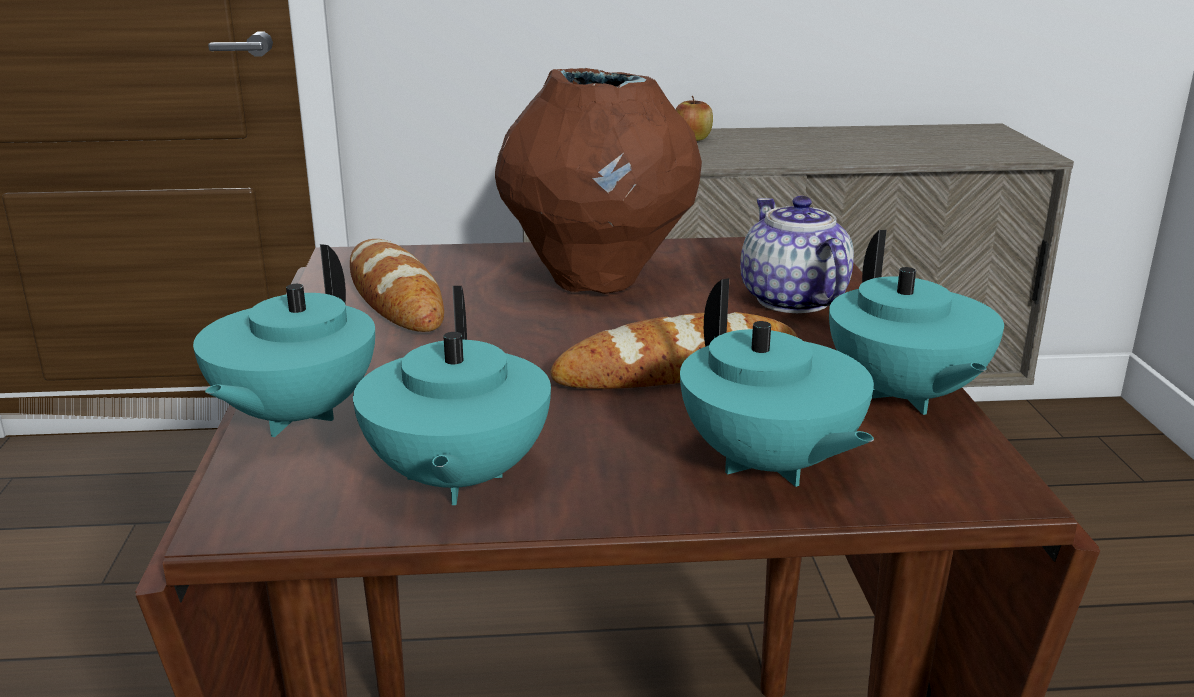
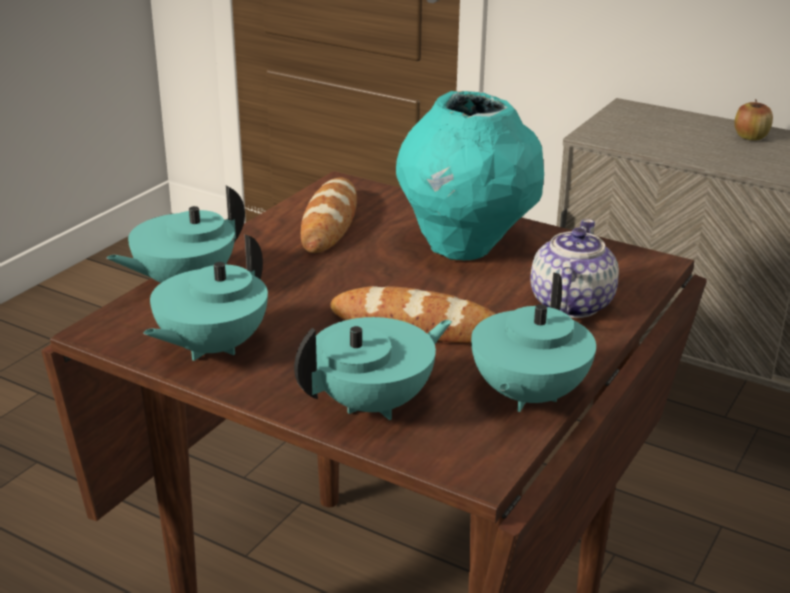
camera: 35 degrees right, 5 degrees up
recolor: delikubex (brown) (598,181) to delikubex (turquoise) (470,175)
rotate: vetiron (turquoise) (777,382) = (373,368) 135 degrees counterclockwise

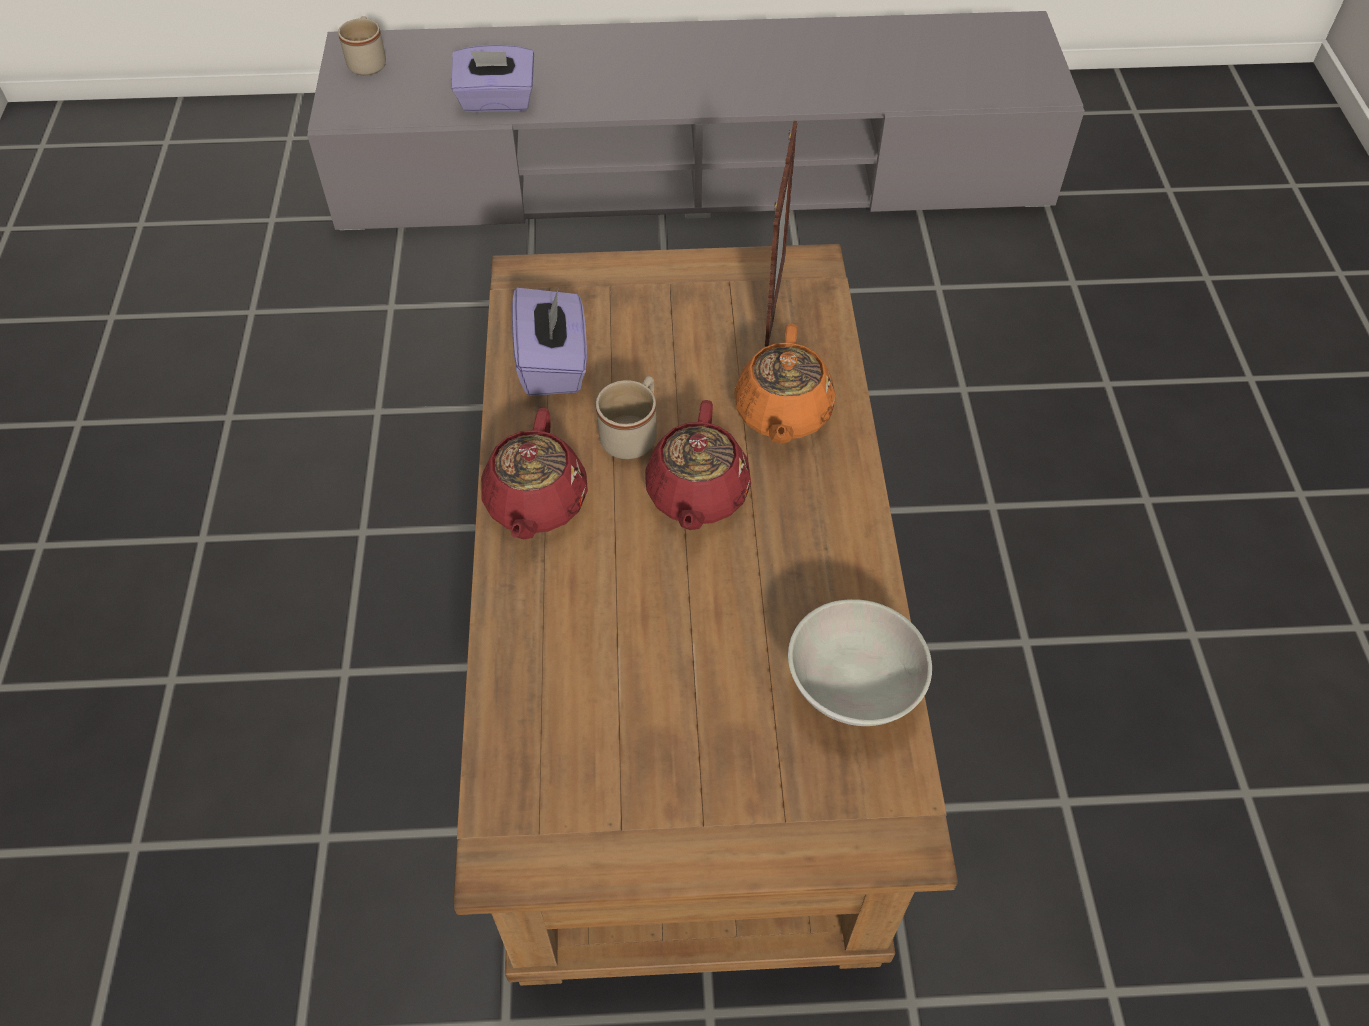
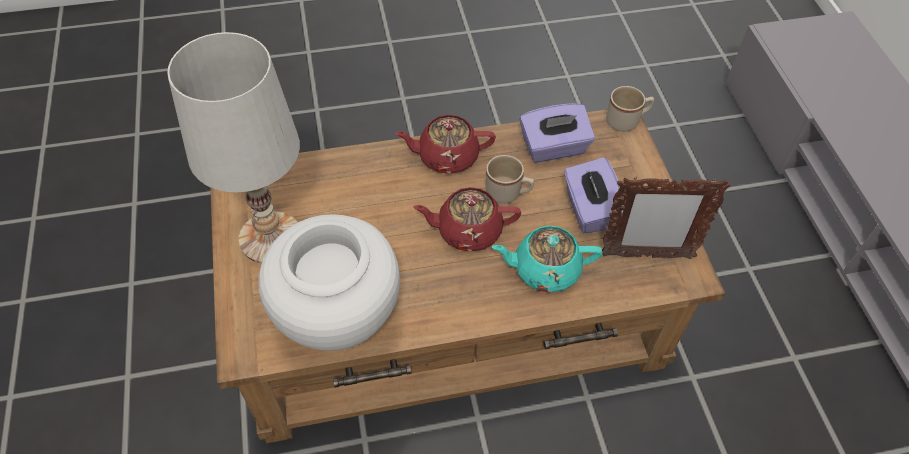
camera: 80 degrees right, 0 degrees up
insert: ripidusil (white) (233,147)
move: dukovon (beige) (362,46) to (630,109); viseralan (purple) (492,78) to (594,195)
replace: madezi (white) (860,662) to delikubex (white) (329,282)
recolor: vetiron (orange) (785,384) to vetiron (turquoise) (547,259)

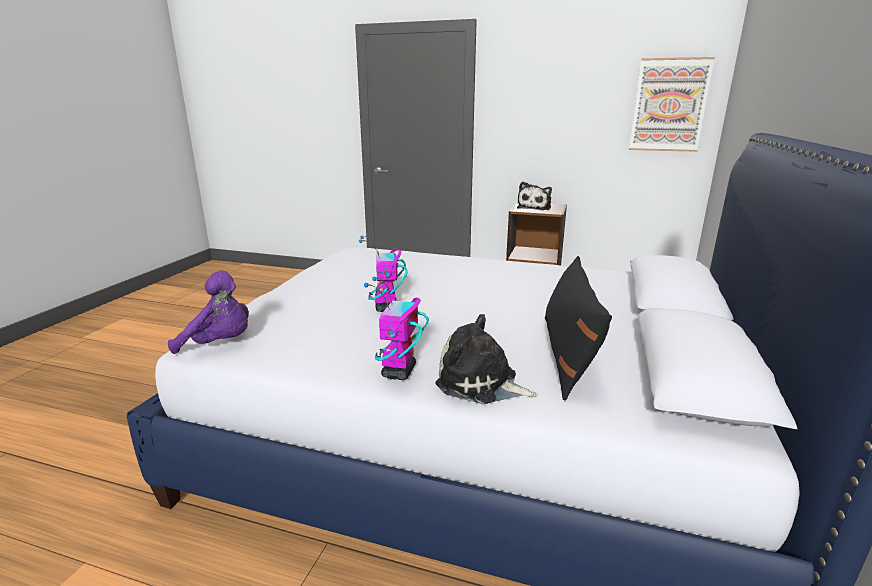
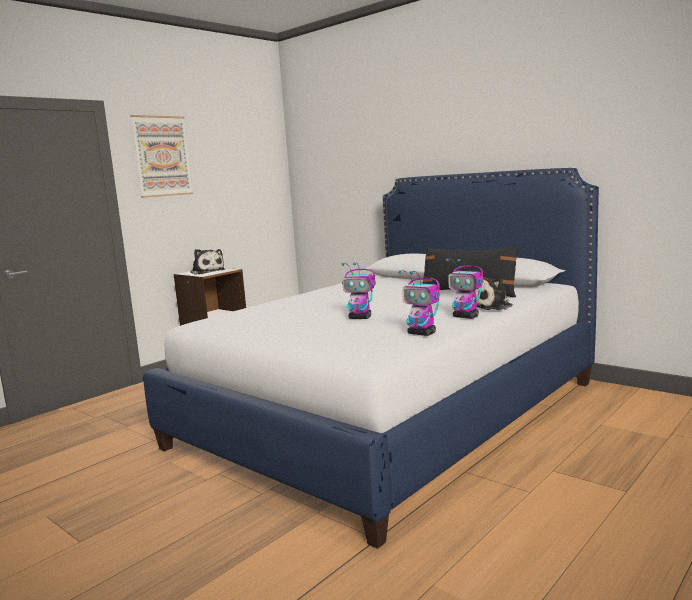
camera: 65 degrees left, 10 degrees down
delete: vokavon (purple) (208,312)
insert: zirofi (419,303)
move: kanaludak (672,104) to (161,156)

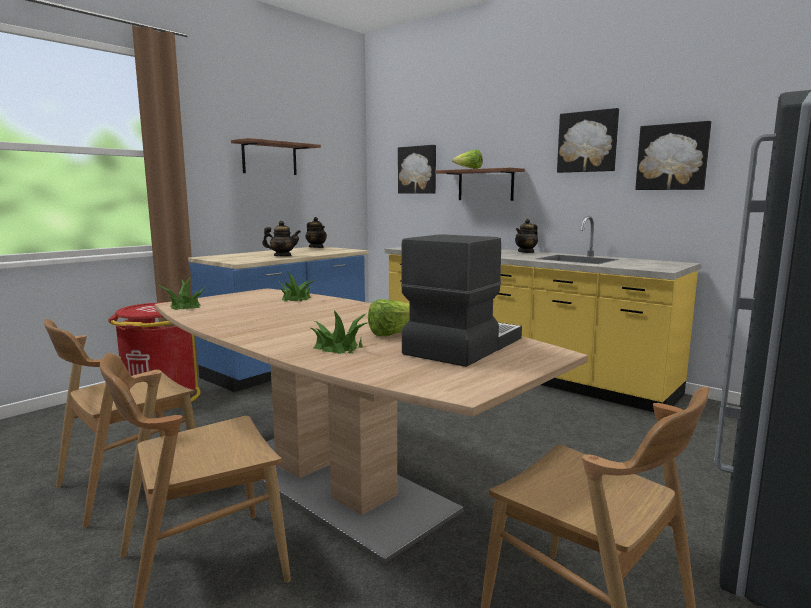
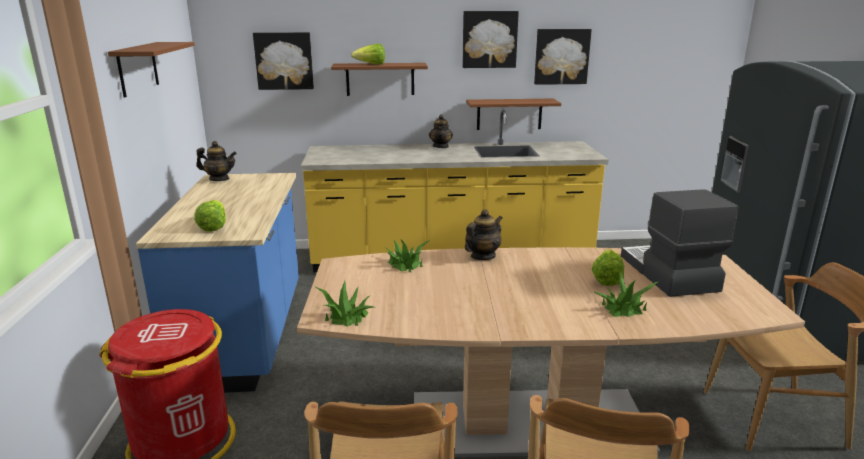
camera: 45 degrees left, 10 degrees up
insert: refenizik (210,216); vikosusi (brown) (513,114)
move: vetiron (281,238) to (483,234)

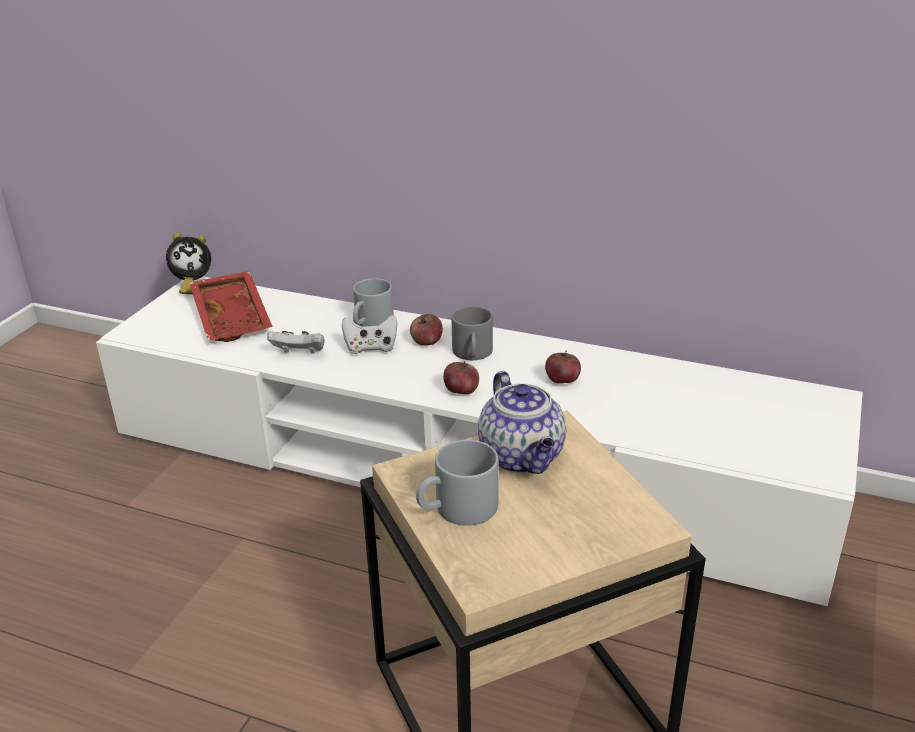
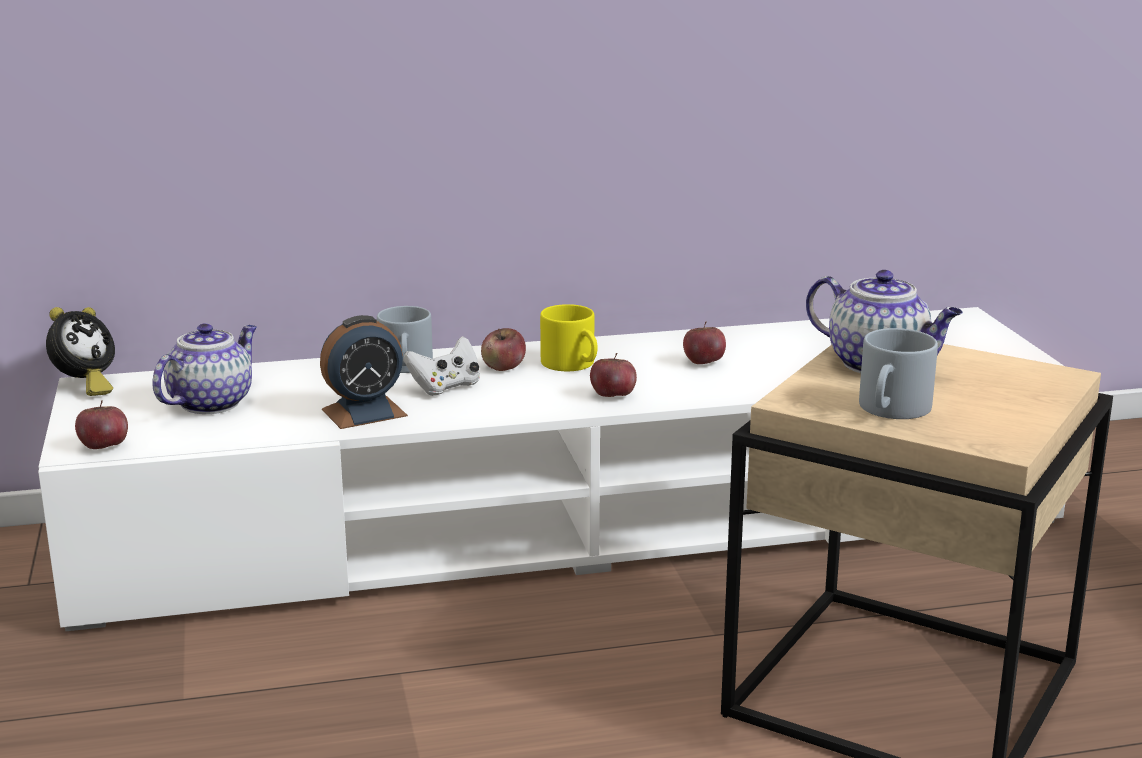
camera: 35 degrees left, 10 degrees down
insert: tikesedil (101,424)
replace: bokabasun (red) (231,306) to vetiron (204,368); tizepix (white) (296,342) to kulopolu (364,372)
recolor: dukovon (grey) (472,333) to dukovon (yellow) (568,337)

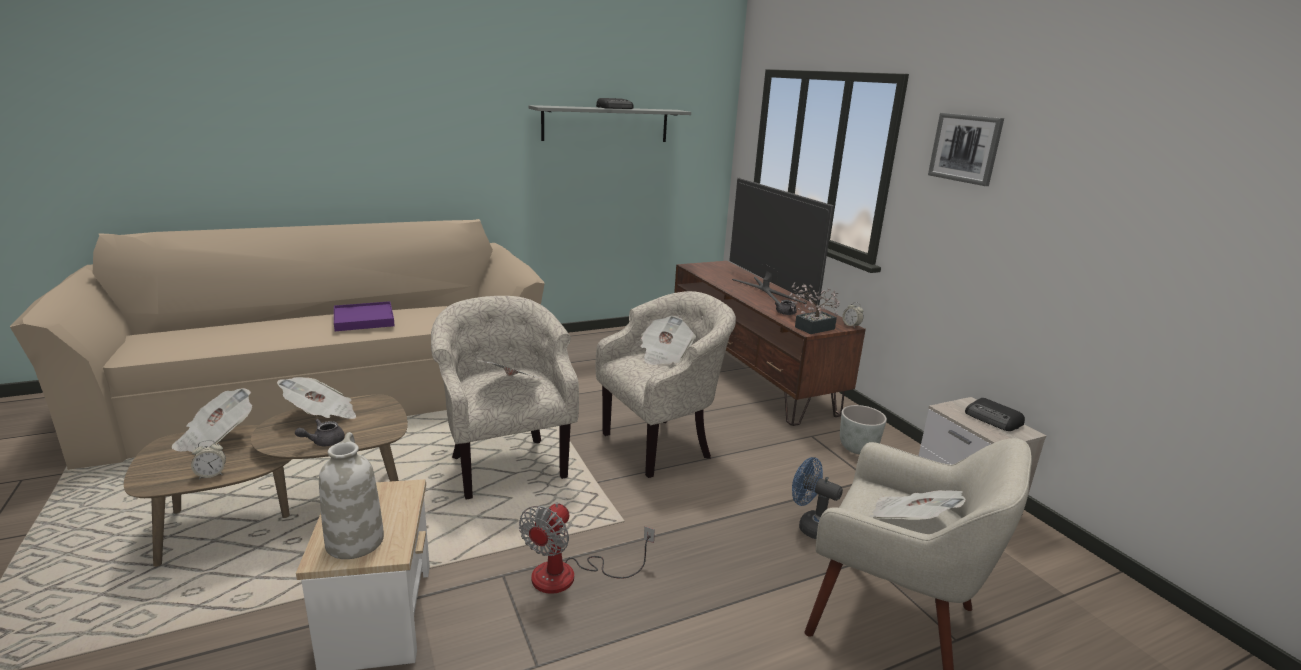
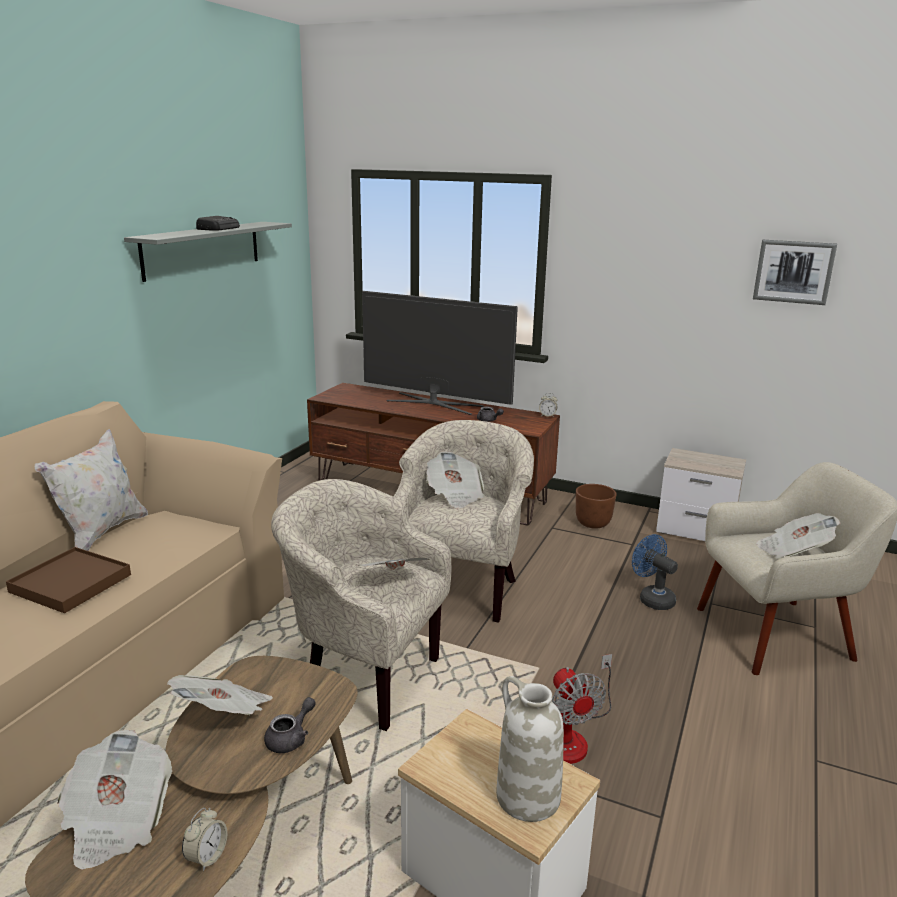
camera: 40 degrees left, 0 degrees up
delete: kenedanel (814,308); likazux (995,414)
insert: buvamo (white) (91,490)
move: kanaludak (966,149) to (795,272)
recolor: bokabasun (purple) (364,316) to bokabasun (brown) (68,580); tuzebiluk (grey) (863,429) to tuzebiluk (brown) (596,506)
rotate: vetiron (grey) (320,432) = (290,725) 150 degrees counterclockwise; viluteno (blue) (817,498) = (655,572) 60 degrees clockwise

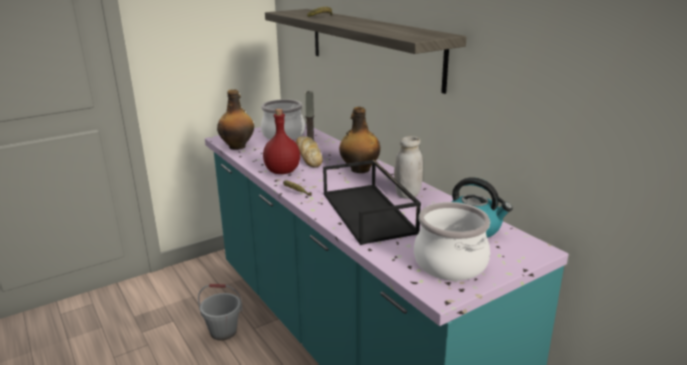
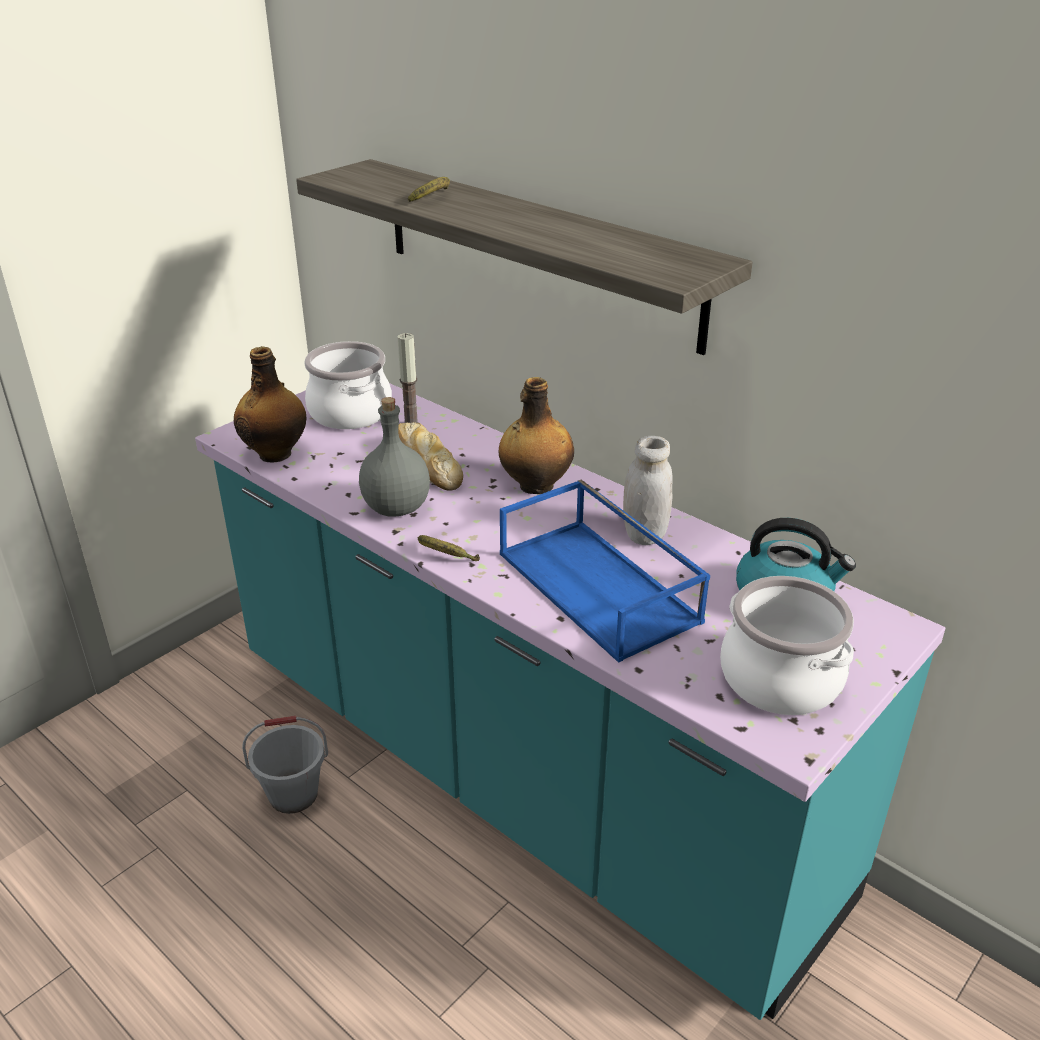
camera: 15 degrees left, 10 degrees up
recolor: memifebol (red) (281,141) to memifebol (grey) (394,457); bokabasun (black) (372,202) to bokabasun (blue) (605,571)

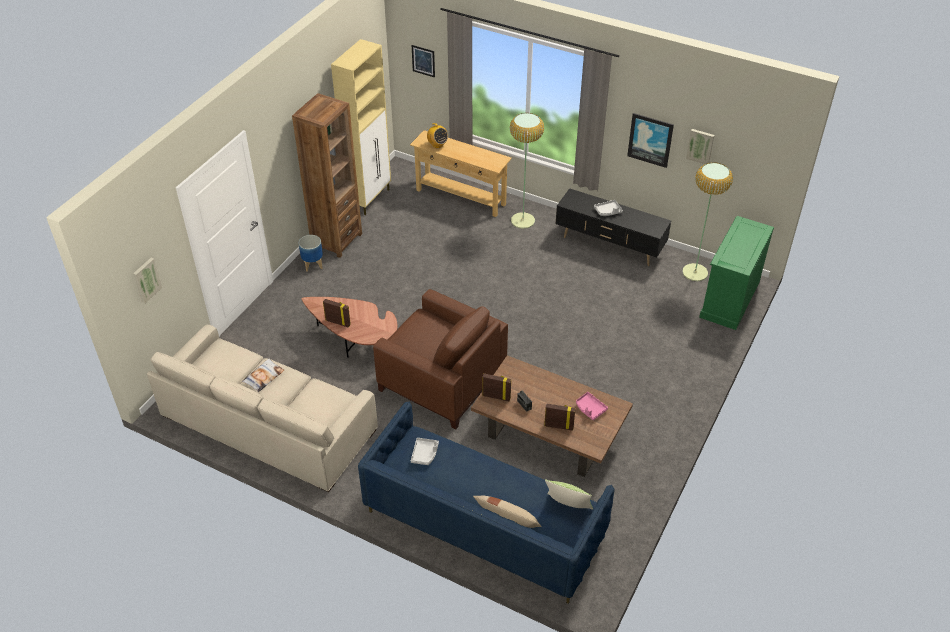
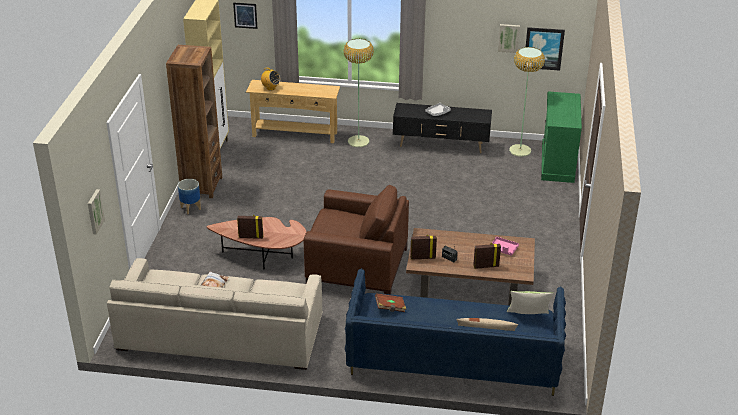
camera: 20 degrees left, 10 degrees down
move: kanaludak (650,140) to (545,49)
replace: bokabasun (grey) (425,451) to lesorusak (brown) (390,302)

